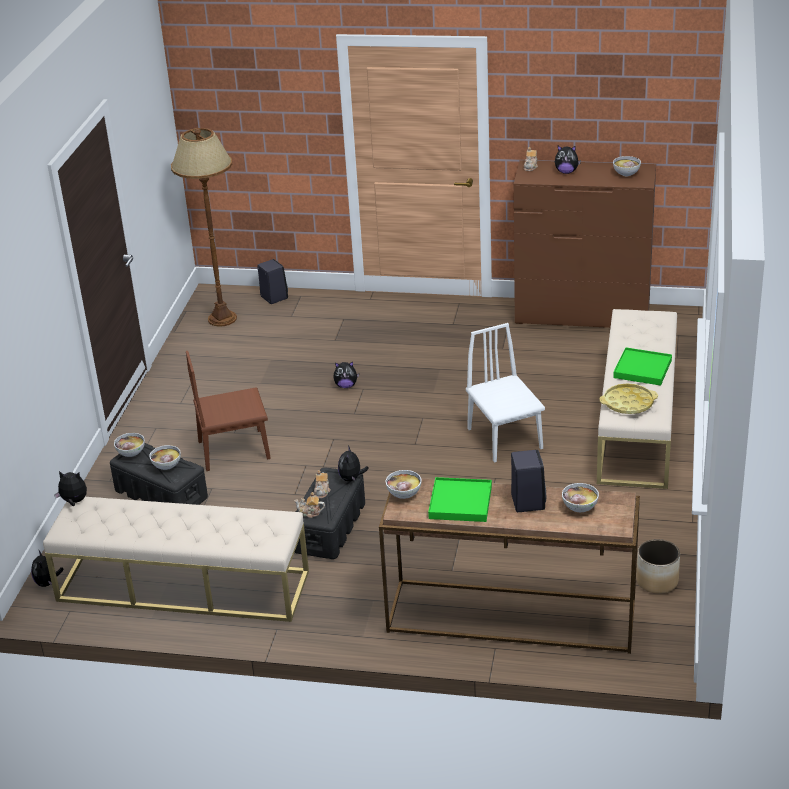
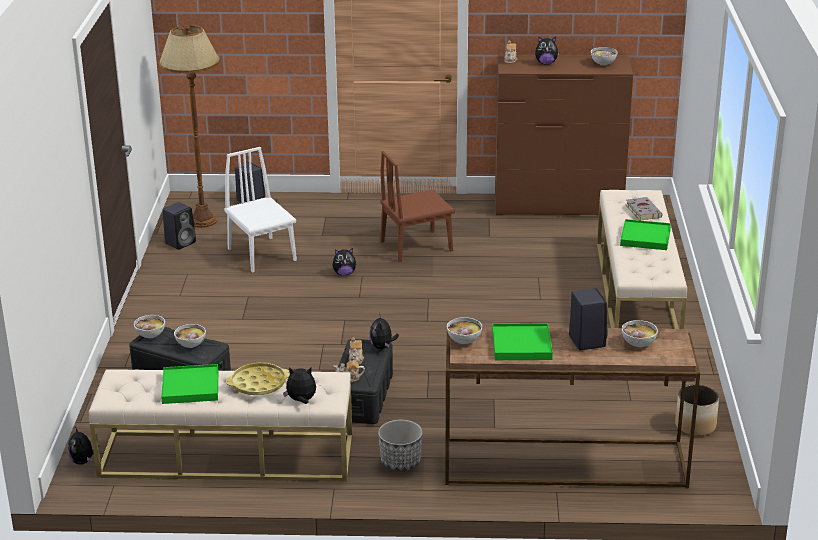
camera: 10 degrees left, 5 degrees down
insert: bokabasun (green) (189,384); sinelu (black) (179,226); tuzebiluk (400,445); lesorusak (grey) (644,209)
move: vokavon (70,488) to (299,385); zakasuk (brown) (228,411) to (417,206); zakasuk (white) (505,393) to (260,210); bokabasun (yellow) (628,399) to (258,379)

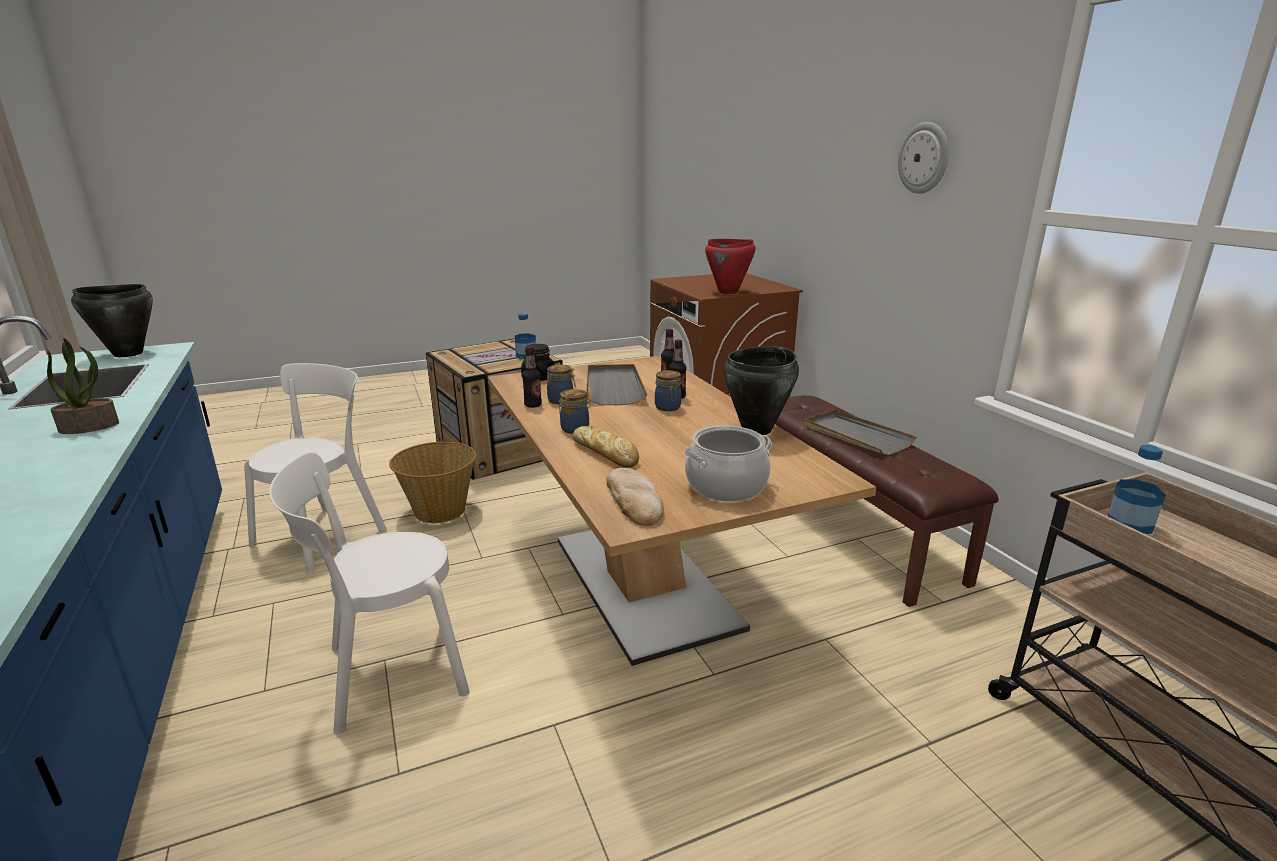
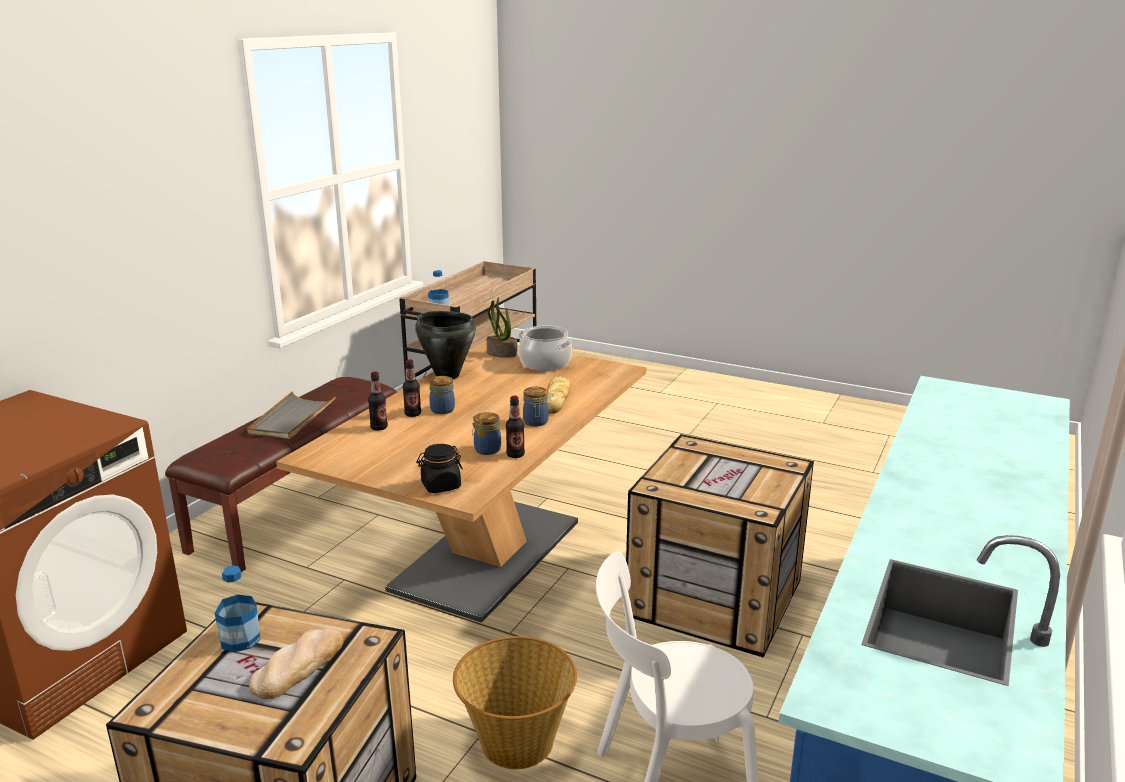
camera: 130 degrees left, 0 degrees up
delete: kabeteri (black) (112,320); bokabasun (grey) (616,384); kabeteri (red) (730,266); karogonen (923,158)
move: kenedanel (83,386) to (502,327); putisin (635,497) to (296,663)
replace: zakasuk (white) (369,593) to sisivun (719,545)

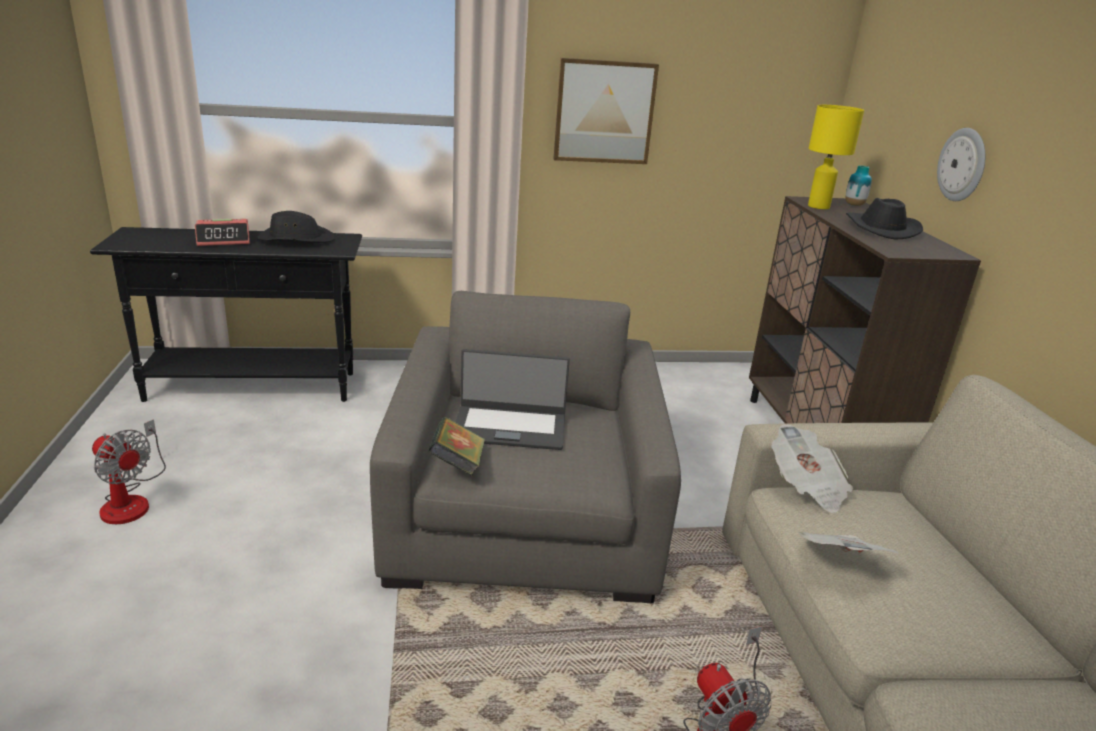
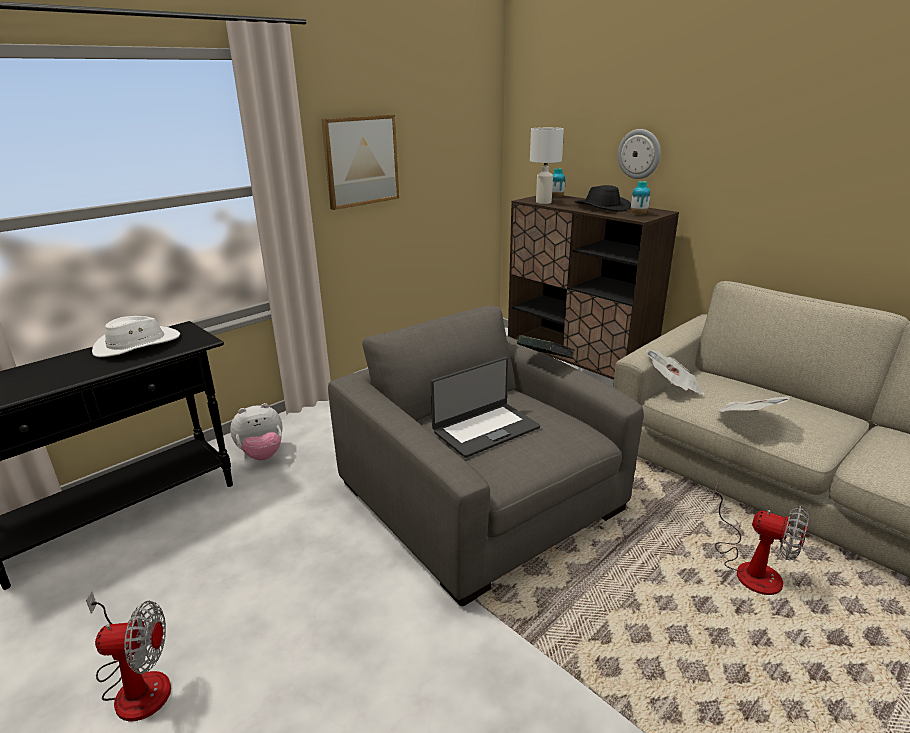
camera: 35 degrees left, 0 degrees up
delete: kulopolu (222,232)
insert: vokavon (256,432); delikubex (640,198)
move: lesorusak (456,446) to (546,347)
recolor: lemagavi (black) (296,227) to lemagavi (white) (136,336); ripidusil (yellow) (836,157) to ripidusil (white) (547,165)

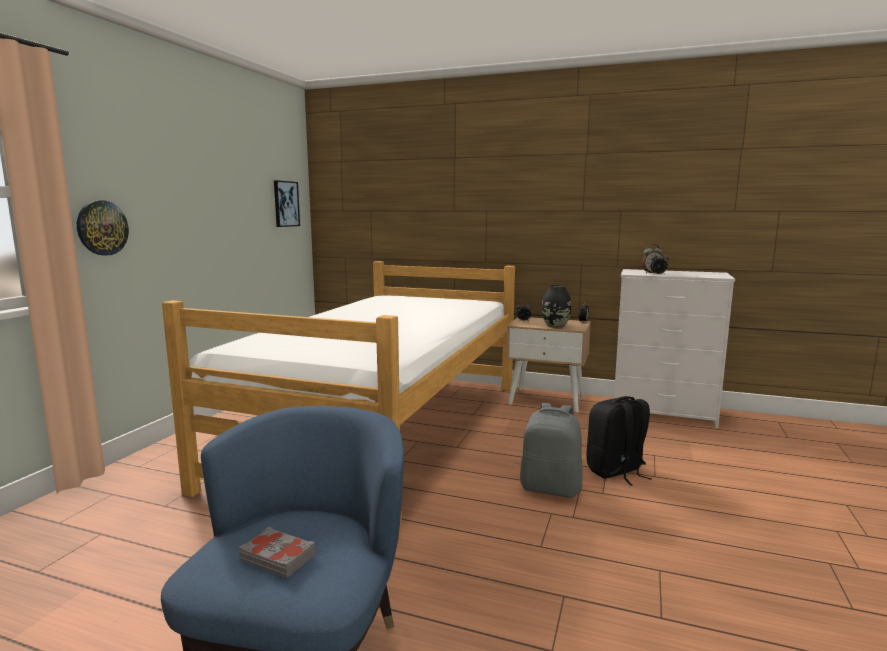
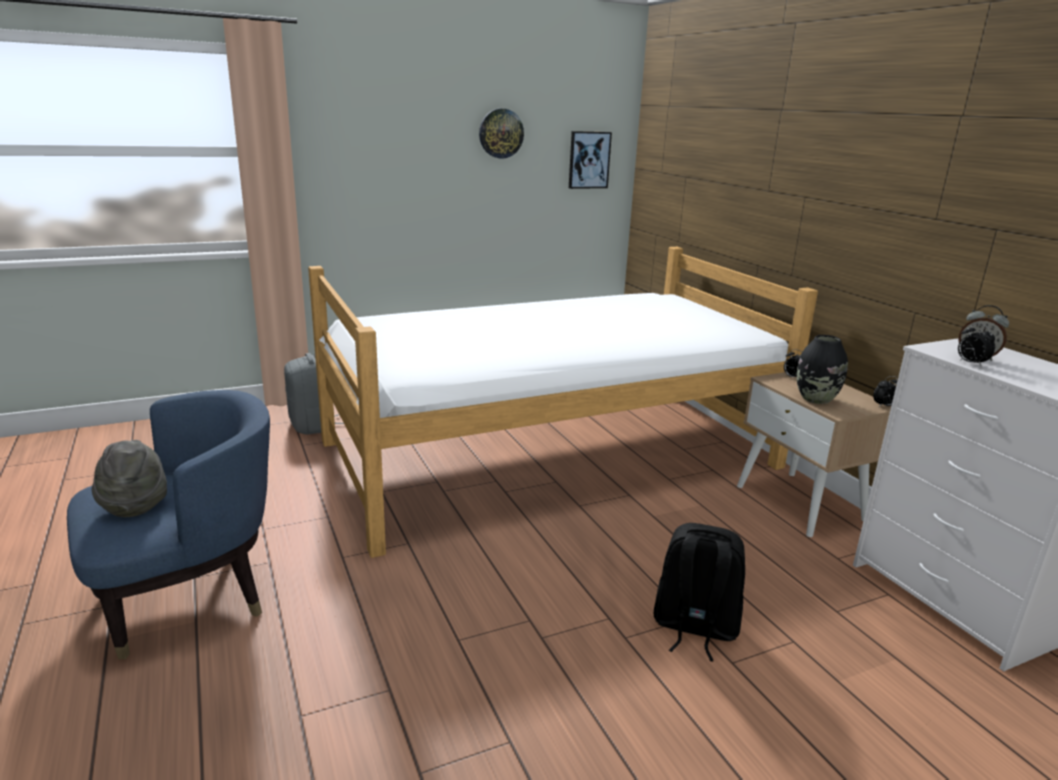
camera: 45 degrees right, 10 degrees up
move: karogonen (103,228) to (501,133); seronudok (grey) (551,450) to (314,394)
replace: lesorusak (grey) (277,552) to lemagavi (grey) (129,478)

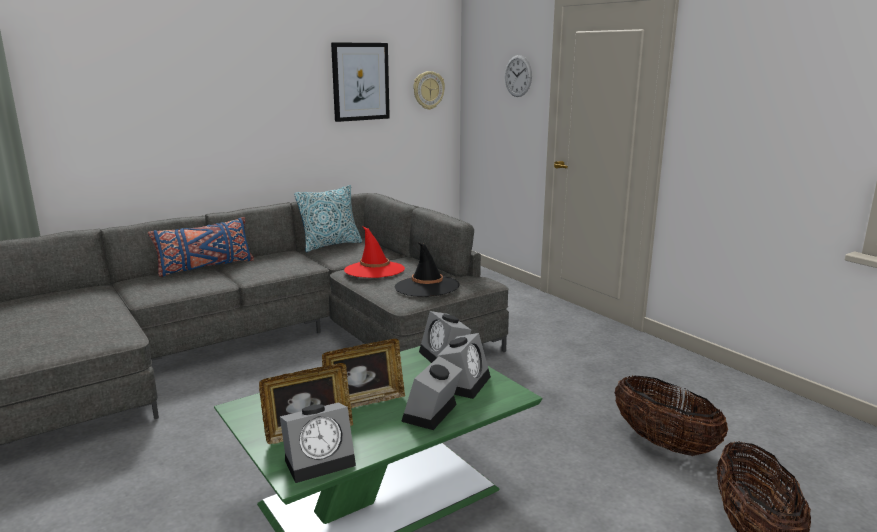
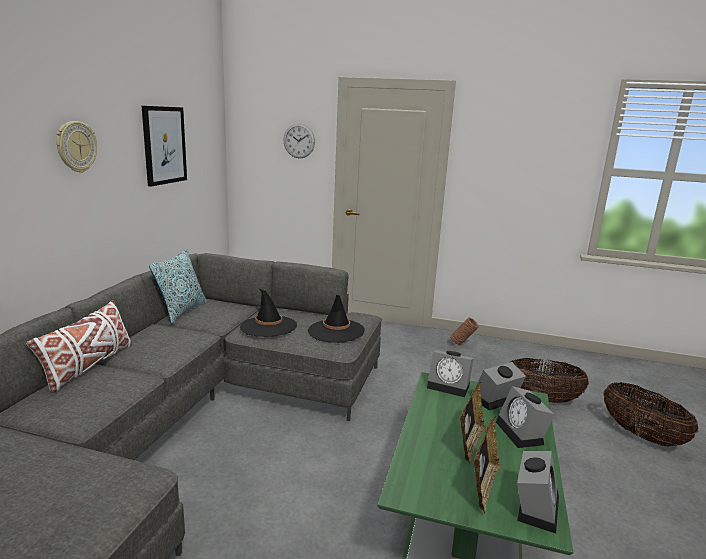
camera: 40 degrees left, 0 degrees up
insert: delikubex (brown) (464,331)
move: karogonen (429,90) to (76,147)
recolor: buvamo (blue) (201,247) to buvamo (white) (79,346); lemagavi (red) (374,252) to lemagavi (black) (268,312)
rotate: kulopolu (464,366) = (501,386) 105 degrees counterclockwise

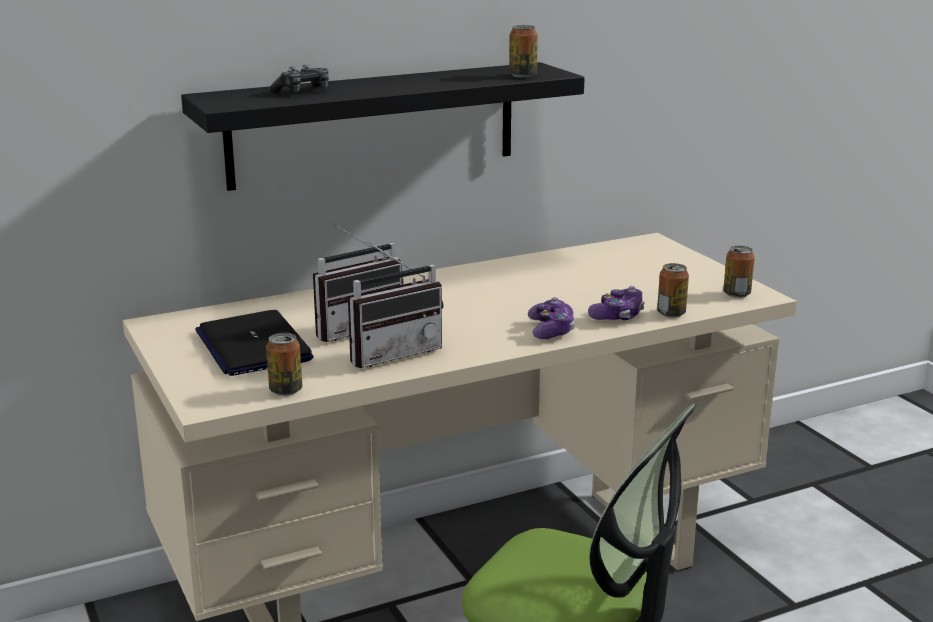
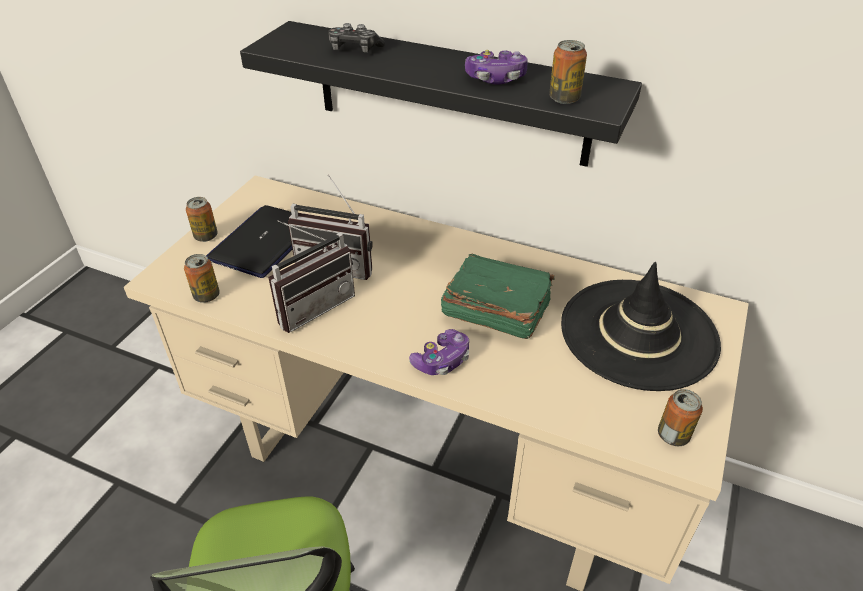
camera: 50 degrees right, 20 degrees up
insert: lesorusak (green) (497,296); lemagavi (black) (641,326)
move: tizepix (616,303) to (496,67); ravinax (673,290) to (202,219)
rotate: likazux (395,304) = (311,276) 60 degrees counterclockwise

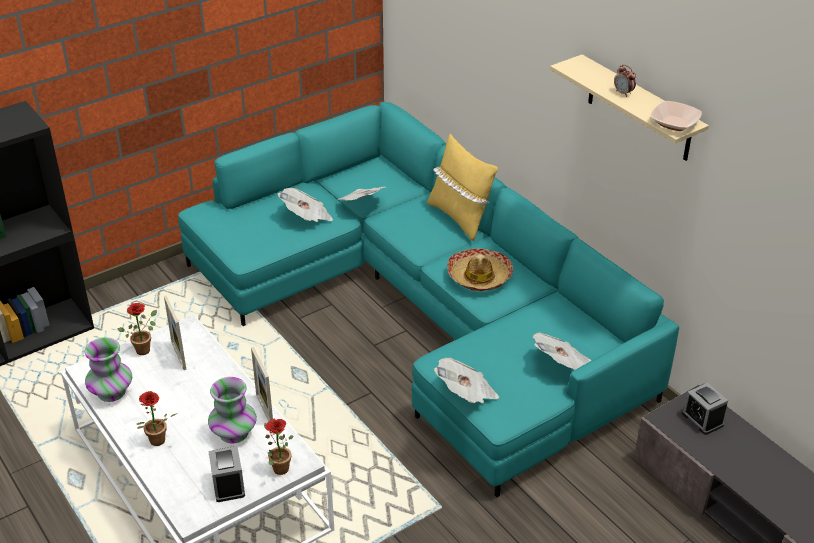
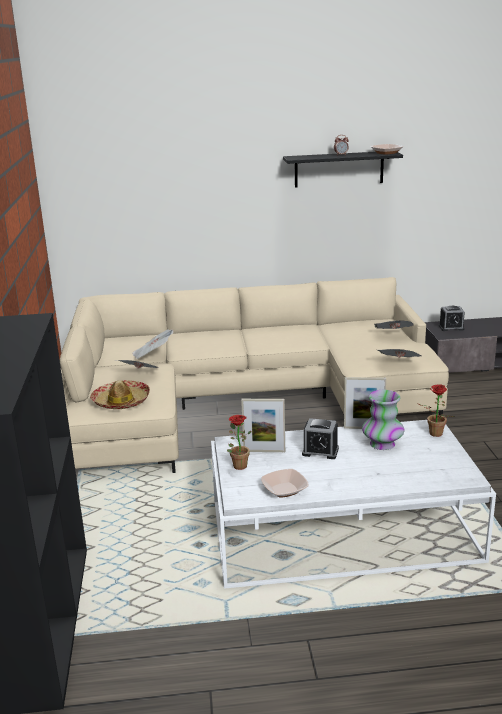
camera: 60 degrees left, 15 degrees down
delete: kenedanel (157,418); buvamo (yellow) (462,187)
move: kulopolu (226,474) to (320,438); lemagavi (480,269) to (120,394)
replace: delikubex (108,369) to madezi (285,483)
recolor: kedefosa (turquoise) (428,299) to kedefosa (beige) (254,375); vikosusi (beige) (629,108) to vikosusi (black) (343,169)

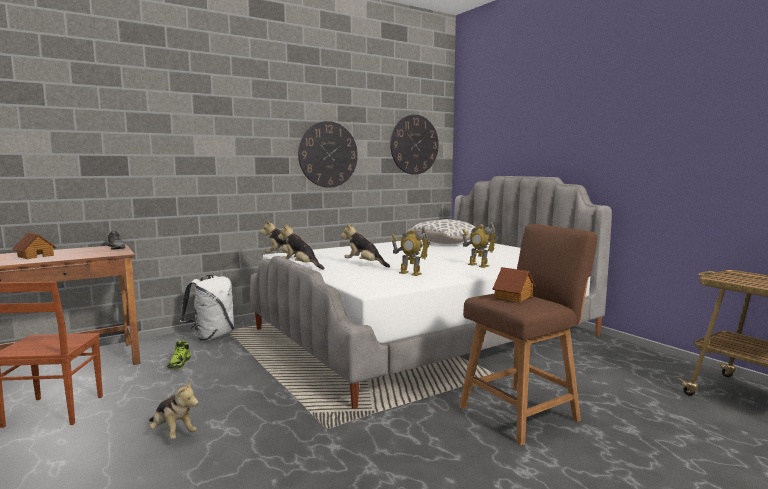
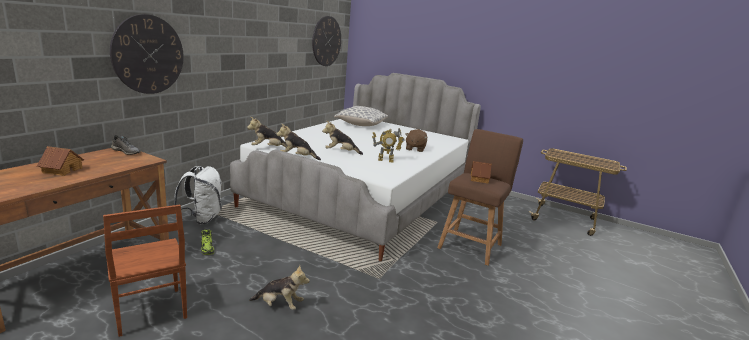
camera: 30 degrees left, 10 degrees up
move: karogonen (328,154) to (147,54)
replace: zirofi (480,245) to vokavon (brown) (417,140)

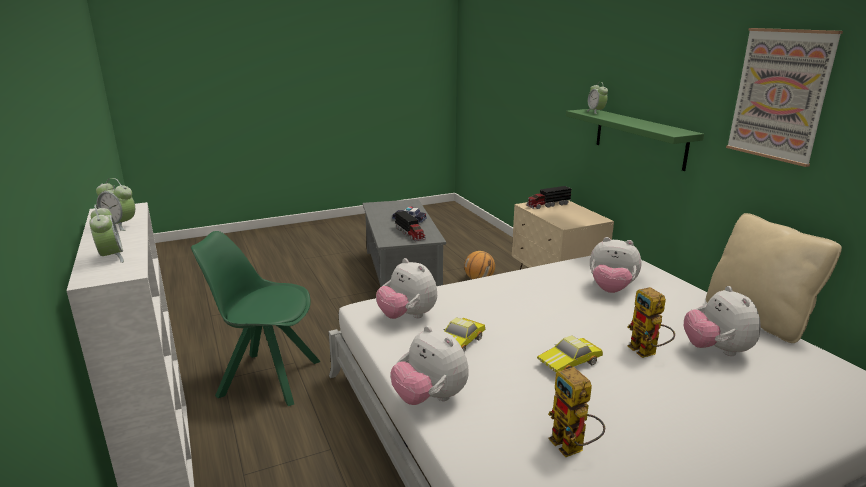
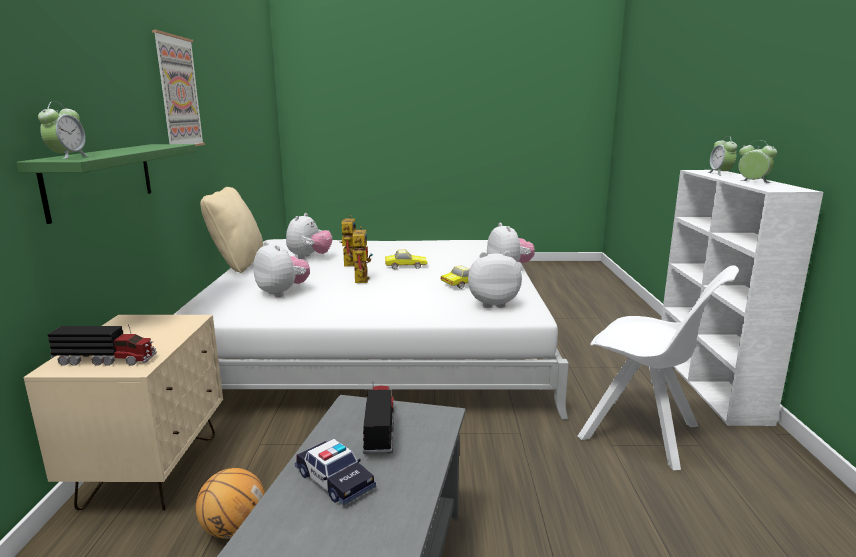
camera: 155 degrees left, 5 degrees down
move: zirofi (576,412) to (361,254)
recolor: zakasuk (green) (256,318) to zakasuk (white) (658,367)
rotate: vokavon (406,288) = (495,279) 75 degrees counterclockwise

